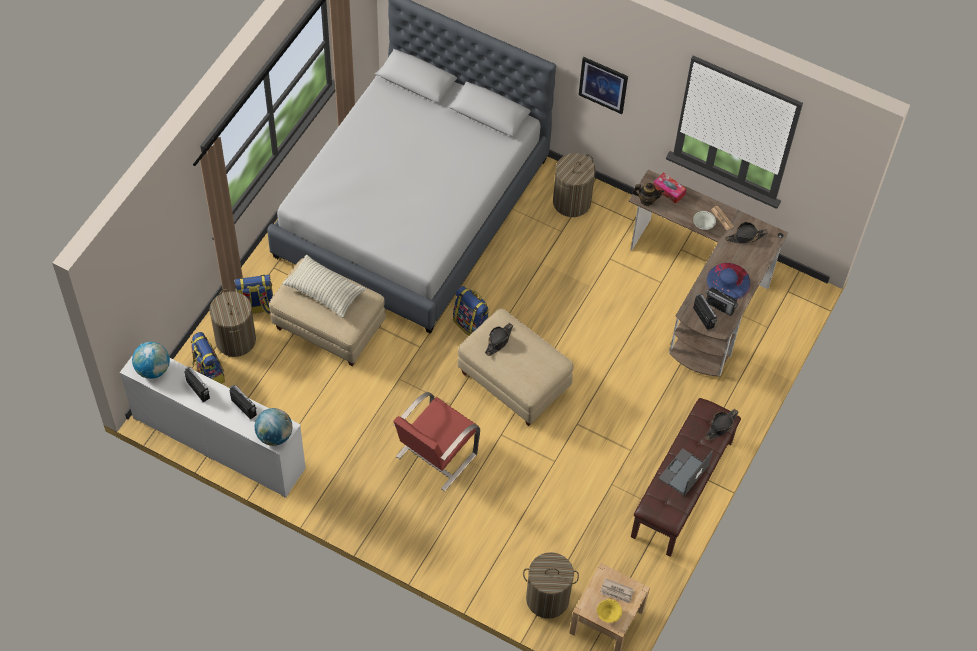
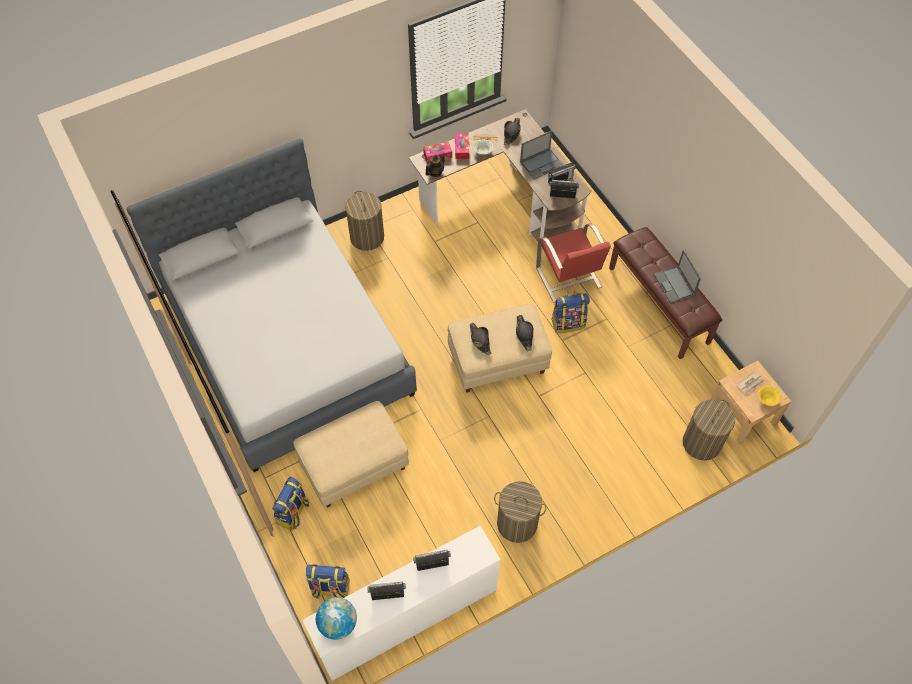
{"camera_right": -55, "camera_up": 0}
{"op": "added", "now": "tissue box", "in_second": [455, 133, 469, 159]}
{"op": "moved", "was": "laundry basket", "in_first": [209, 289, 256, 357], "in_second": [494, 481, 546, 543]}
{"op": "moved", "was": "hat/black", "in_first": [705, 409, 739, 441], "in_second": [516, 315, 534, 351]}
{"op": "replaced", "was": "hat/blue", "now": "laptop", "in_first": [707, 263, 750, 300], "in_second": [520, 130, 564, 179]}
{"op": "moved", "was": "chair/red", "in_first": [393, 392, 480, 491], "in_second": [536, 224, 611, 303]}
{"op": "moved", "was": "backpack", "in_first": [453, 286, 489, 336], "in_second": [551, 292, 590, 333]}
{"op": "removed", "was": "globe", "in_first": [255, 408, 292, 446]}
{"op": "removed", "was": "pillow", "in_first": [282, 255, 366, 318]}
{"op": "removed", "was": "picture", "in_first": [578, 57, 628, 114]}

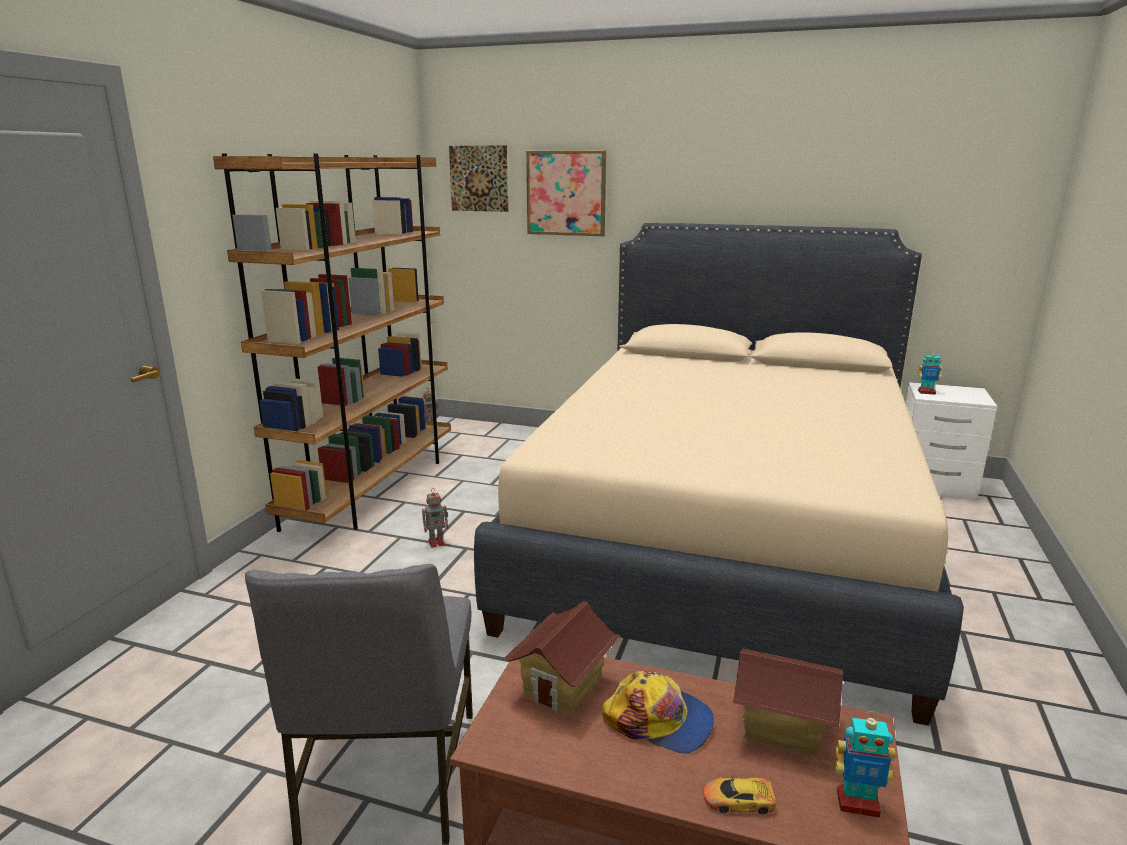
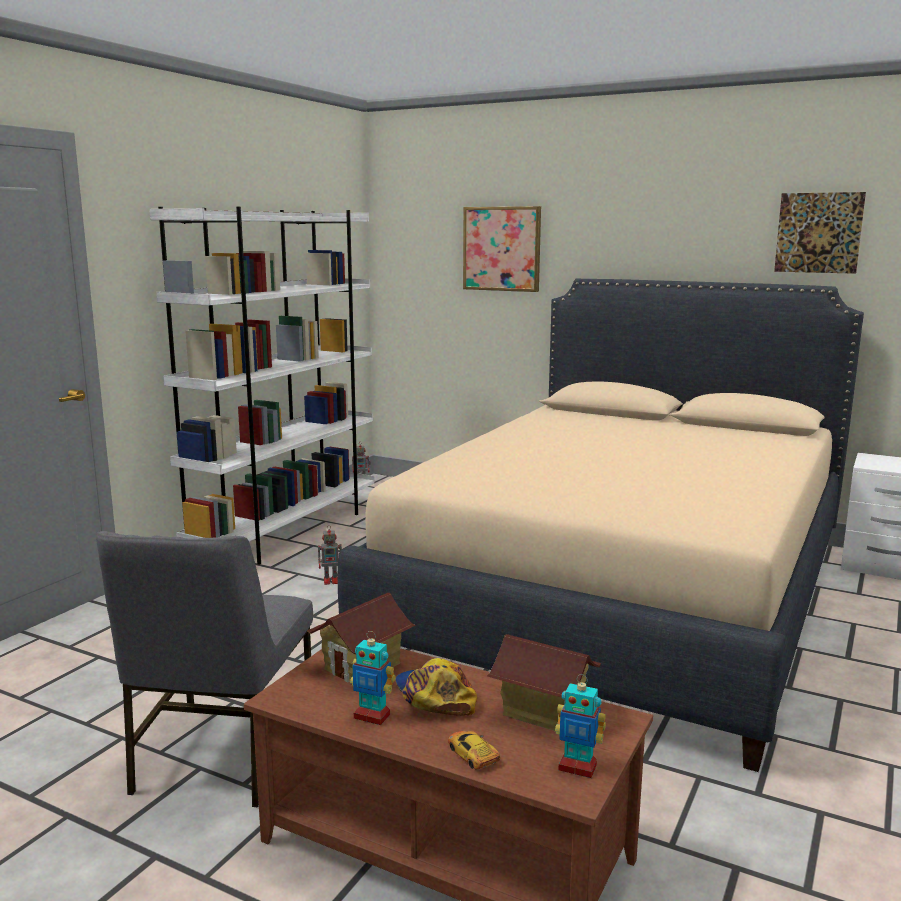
{"camera_right": 10, "camera_up": -5}
{"op": "recoloured", "was": "bookcase/brown", "now": "bookcase/white", "in_first": [213, 153, 451, 532], "in_second": [149, 207, 375, 565]}
{"op": "moved", "was": "toy robot", "in_first": [918, 349, 942, 395], "in_second": [350, 631, 396, 725]}
{"op": "turned", "was": "cap", "in_first": [602, 671, 714, 754], "in_second": [395, 658, 477, 716], "clockwise": -150}
{"op": "turned", "was": "toy car", "in_first": [703, 775, 783, 815], "in_second": [448, 731, 500, 770], "clockwise": 45}
{"op": "moved", "was": "picture", "in_first": [449, 145, 508, 212], "in_second": [774, 192, 866, 274]}

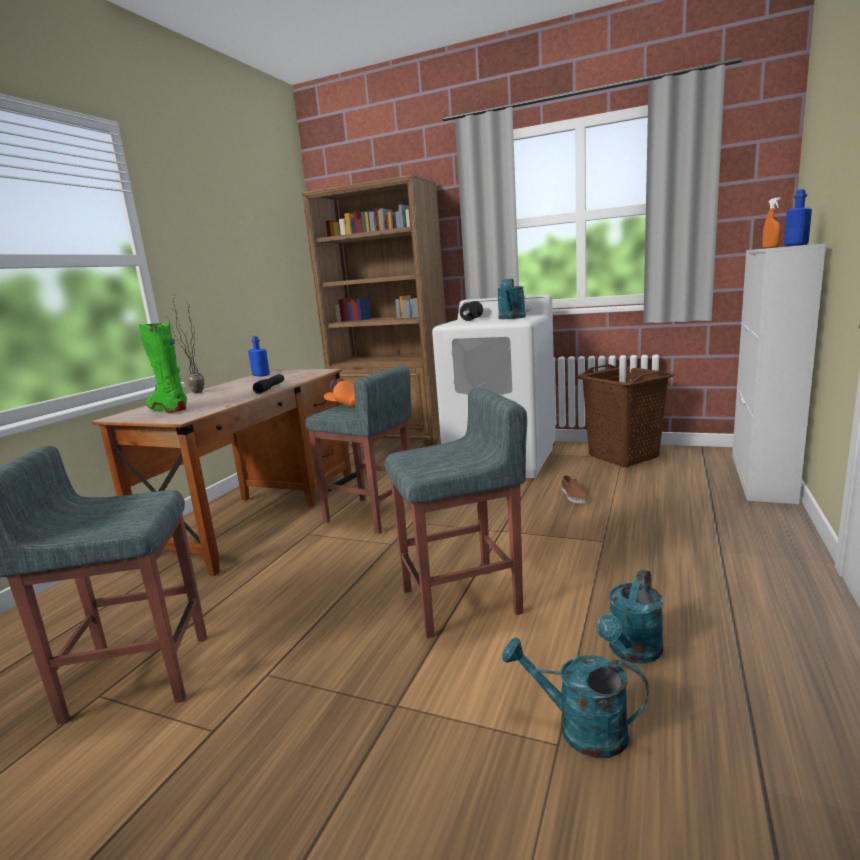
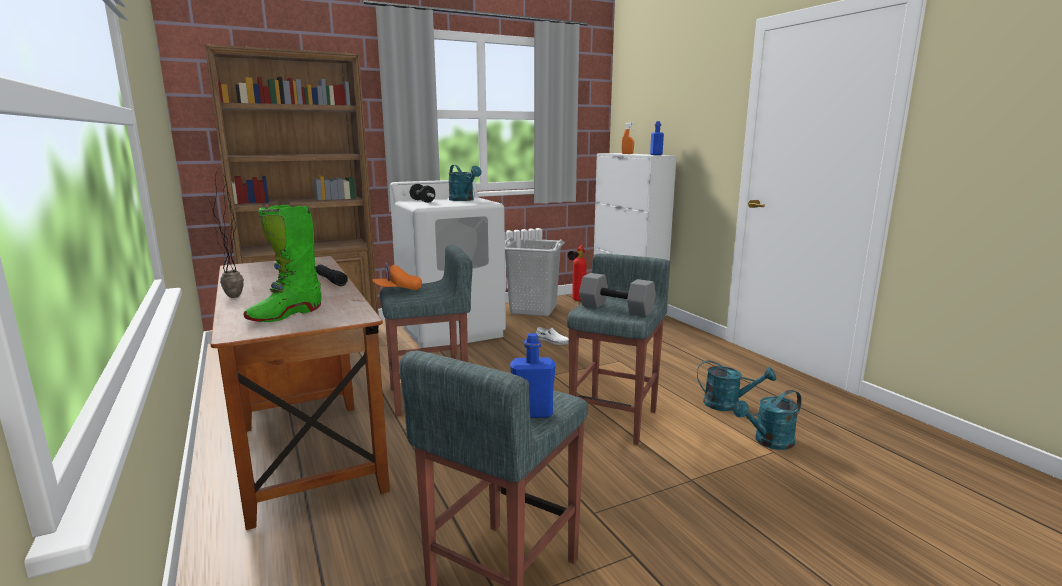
{"camera_right": -50, "camera_up": 0}
{"op": "turned", "was": "boot/green", "in_first": [139, 322, 187, 413], "in_second": [243, 205, 321, 322], "clockwise": -45}
{"op": "recoloured", "was": "laundry basket/brown", "now": "laundry basket/grey", "in_first": [577, 364, 675, 467], "in_second": [505, 237, 565, 316]}
{"op": "moved", "was": "bottle/blue", "in_first": [248, 336, 270, 377], "in_second": [510, 333, 556, 418]}
{"op": "recoloured", "was": "shoe/brown", "now": "shoe/white", "in_first": [562, 475, 588, 503], "in_second": [536, 327, 569, 345]}
{"op": "added", "now": "fire extinguisher", "in_second": [568, 245, 586, 301]}
{"op": "added", "now": "dumbbell/grey", "in_second": [579, 273, 656, 316]}
{"op": "turned", "was": "watering can/turquoise", "in_first": [597, 569, 663, 664], "in_second": [697, 360, 776, 411], "clockwise": -60}

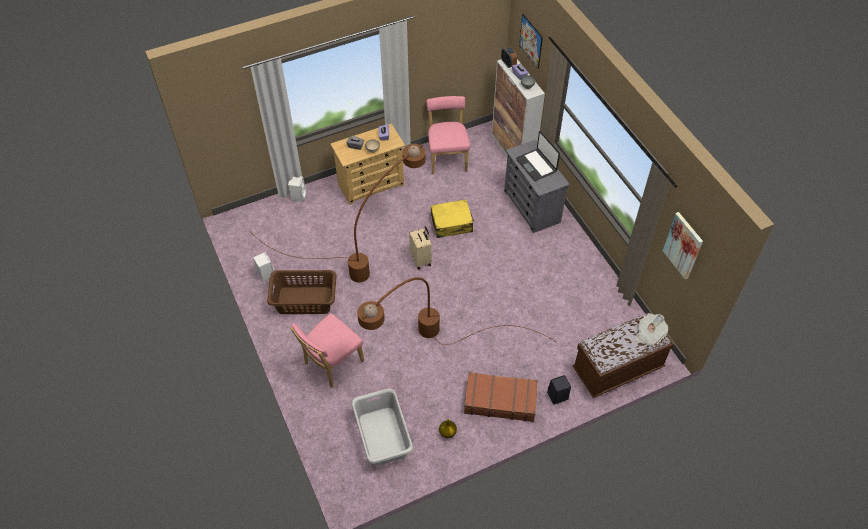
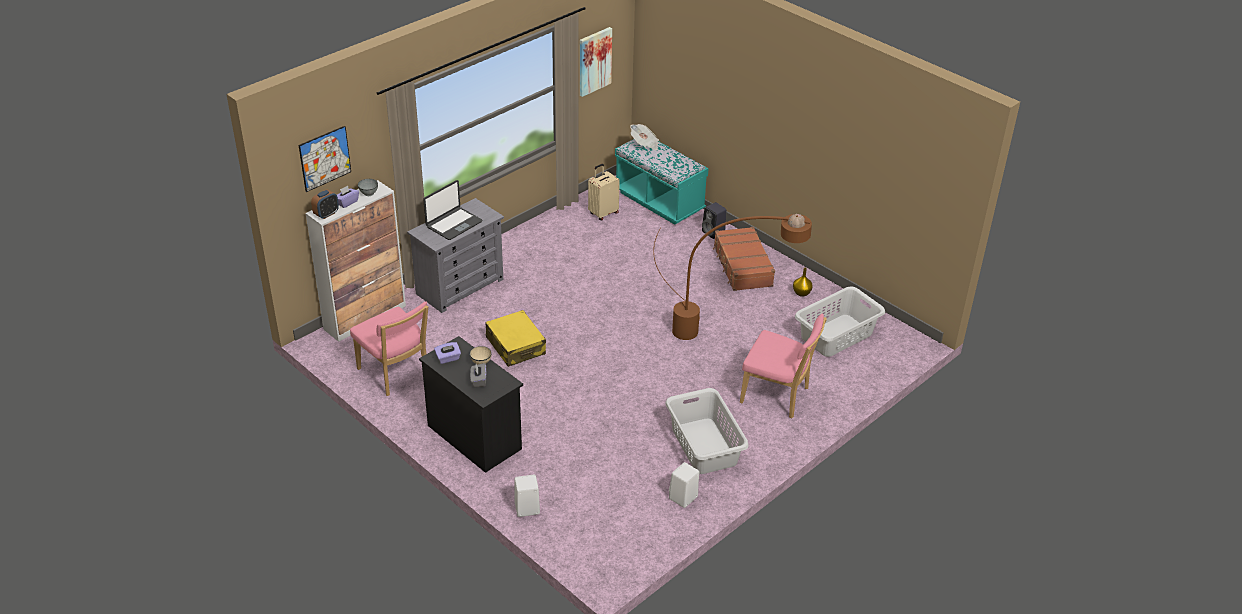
{"camera_right": -110, "camera_up": -15}
{"op": "turned", "was": "chair/pink", "in_first": [427, 96, 470, 174], "in_second": [350, 301, 428, 396], "clockwise": -105}
{"op": "recoloured", "was": "dresser/beige", "now": "dresser/black", "in_first": [330, 124, 405, 205], "in_second": [419, 336, 523, 473]}
{"op": "moved", "was": "suitcase/beige", "in_first": [409, 226, 432, 270], "in_second": [588, 164, 620, 220]}
{"op": "recoloured", "was": "bench/brown", "now": "bench/turquoise", "in_first": [573, 313, 674, 398], "in_second": [615, 139, 709, 225]}
{"op": "recoloured", "was": "laundry basket/brown", "now": "laundry basket/grey", "in_first": [267, 270, 336, 314], "in_second": [665, 388, 749, 474]}
{"op": "removed", "was": "floor lamp/brown", "in_first": [256, 144, 426, 282]}

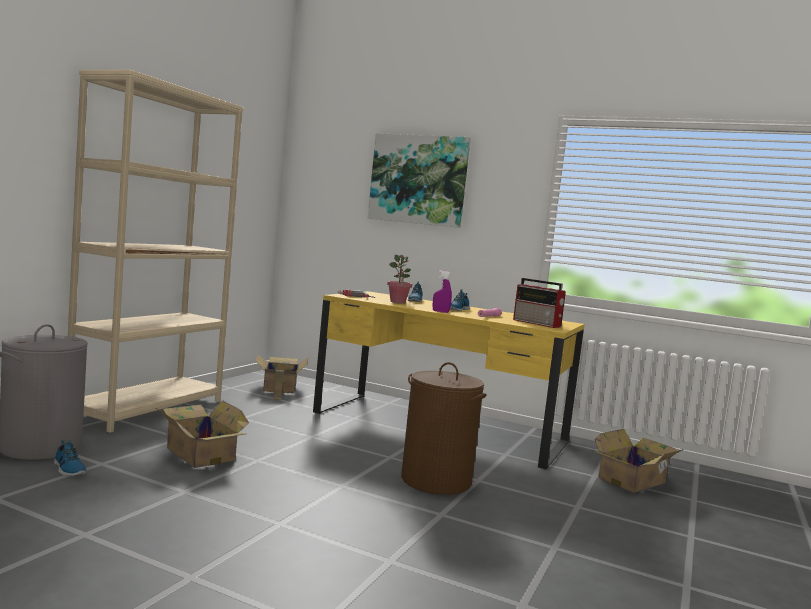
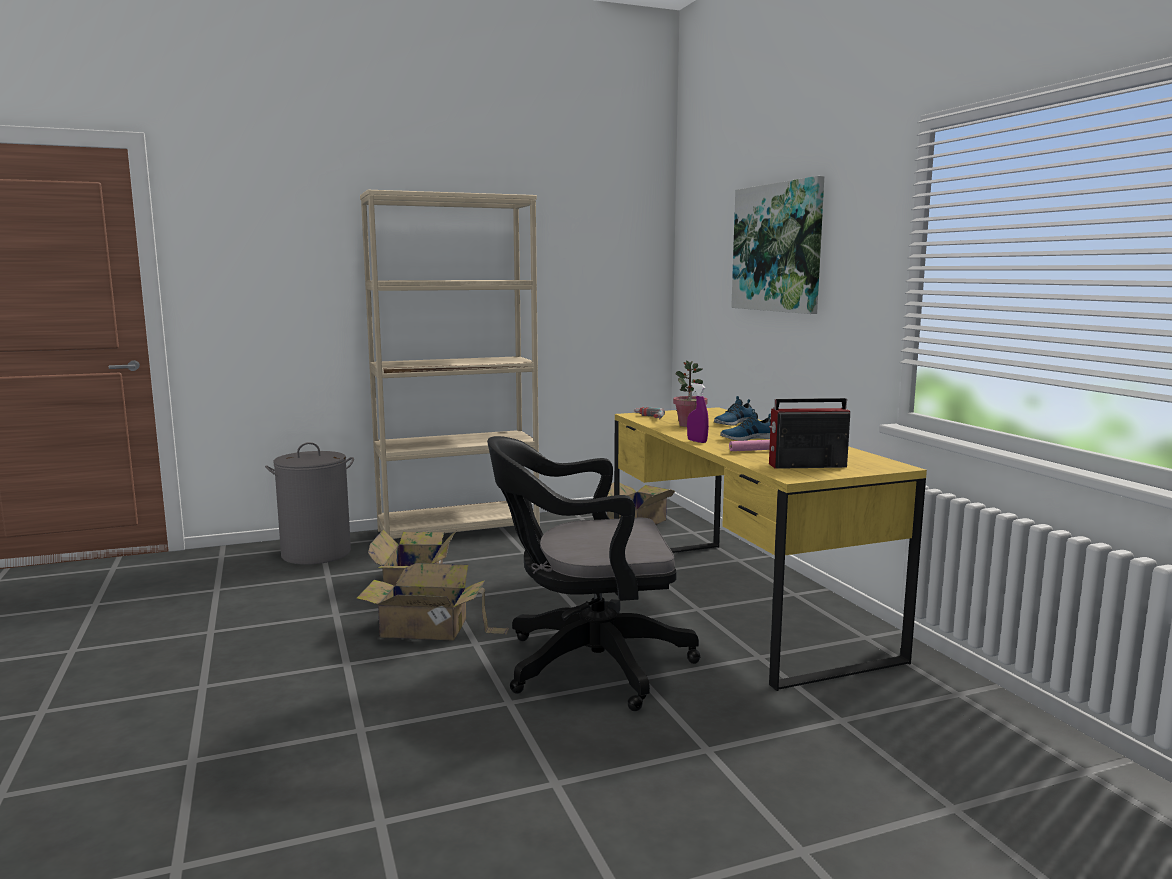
{"camera_right": 45, "camera_up": 5}
{"op": "moved", "was": "cardboard box", "in_first": [593, 429, 684, 493], "in_second": [356, 563, 509, 641]}
{"op": "replaced", "was": "laundry basket/brown", "now": "office chair/black", "in_first": [401, 362, 487, 495], "in_second": [487, 436, 701, 711]}
{"op": "turned", "was": "radio", "in_first": [513, 278, 566, 328], "in_second": [769, 398, 850, 469], "clockwise": 90}
{"op": "removed", "was": "shoe", "in_first": [54, 440, 87, 476]}

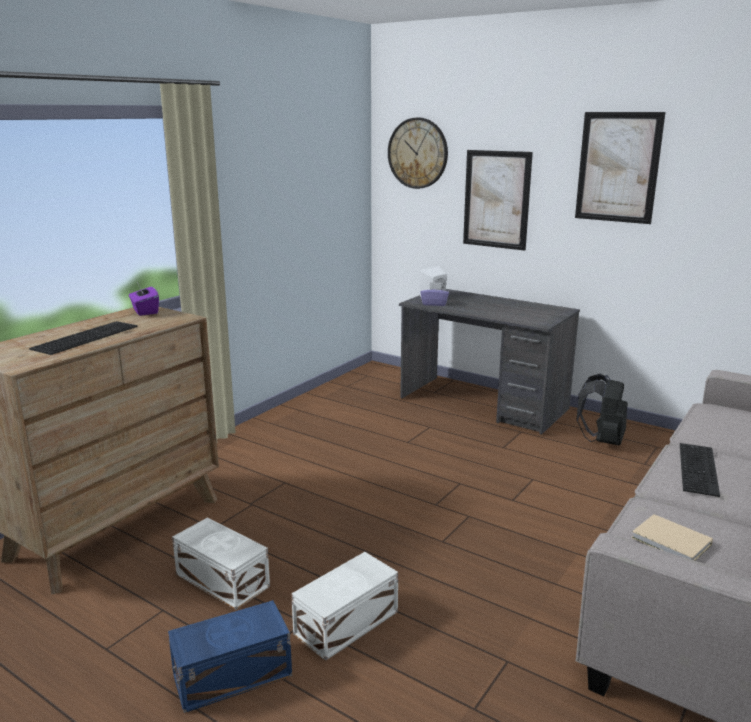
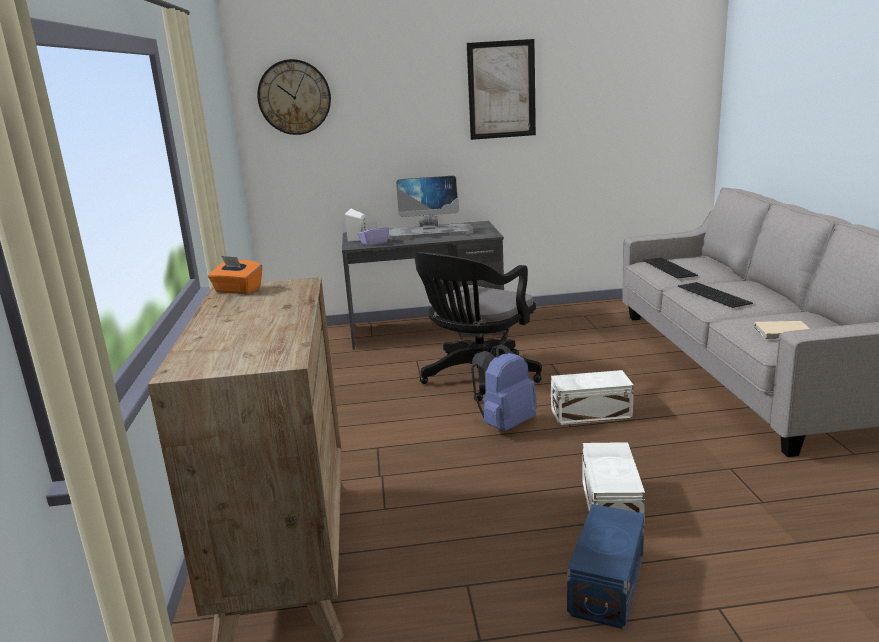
{"camera_right": -40, "camera_up": 0}
{"op": "recoloured", "was": "tissue box/purple", "now": "tissue box/orange", "in_first": [129, 282, 159, 316], "in_second": [208, 256, 262, 294]}
{"op": "added", "now": "monitor", "in_second": [388, 176, 473, 240]}
{"op": "added", "now": "office chair/black", "in_second": [414, 252, 542, 402]}
{"op": "added", "now": "backpack/blue", "in_second": [471, 344, 537, 432]}
{"op": "moved", "was": "storage box/white", "in_first": [172, 517, 270, 610], "in_second": [551, 370, 634, 425]}
{"op": "moved", "was": "keyboard", "in_first": [29, 321, 138, 355], "in_second": [643, 258, 698, 278]}
{"op": "removed", "was": "picture", "in_first": [463, 150, 533, 251]}
{"op": "removed", "was": "backpack/black", "in_first": [577, 374, 628, 445]}

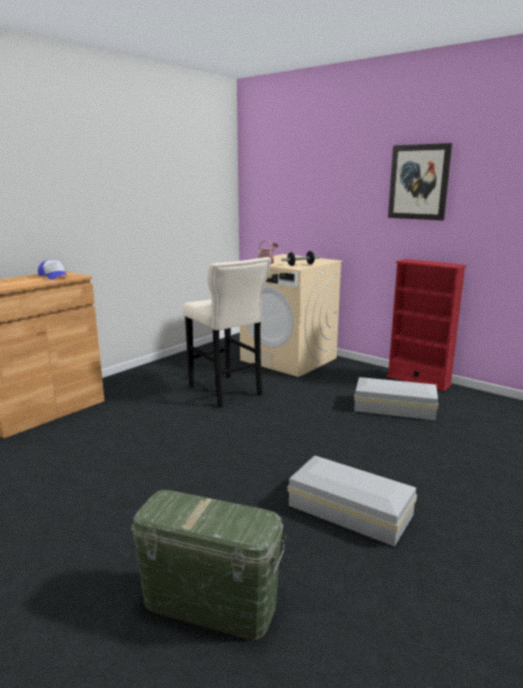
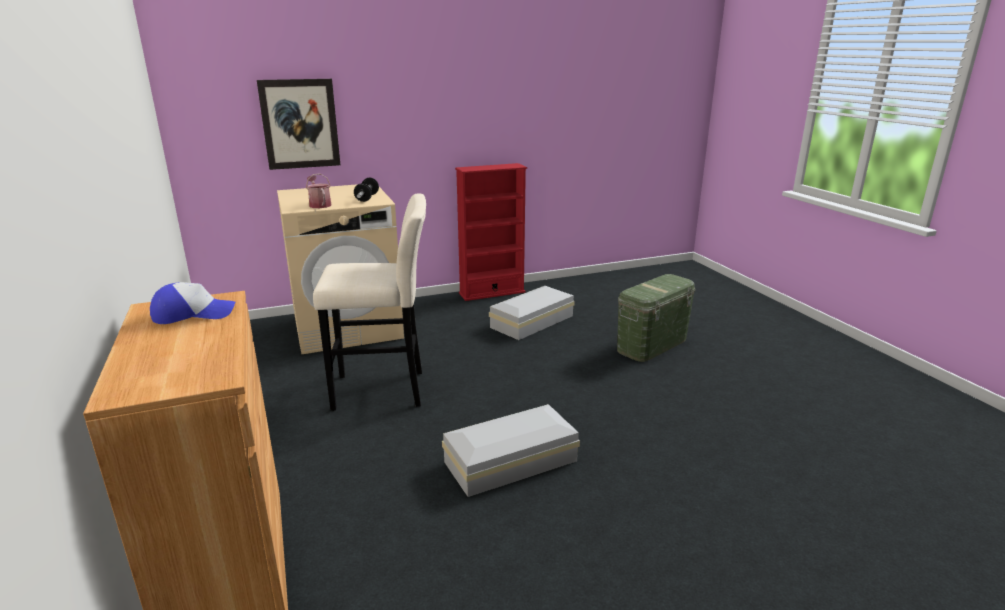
{"camera_right": -60, "camera_up": 5}
{"op": "moved", "was": "picture", "in_first": [388, 143, 452, 221], "in_second": [257, 79, 340, 170]}
{"op": "moved", "was": "storage box/white", "in_first": [287, 455, 417, 547], "in_second": [442, 404, 580, 497]}
{"op": "moved", "was": "storage box/green", "in_first": [131, 490, 286, 640], "in_second": [617, 274, 695, 362]}

